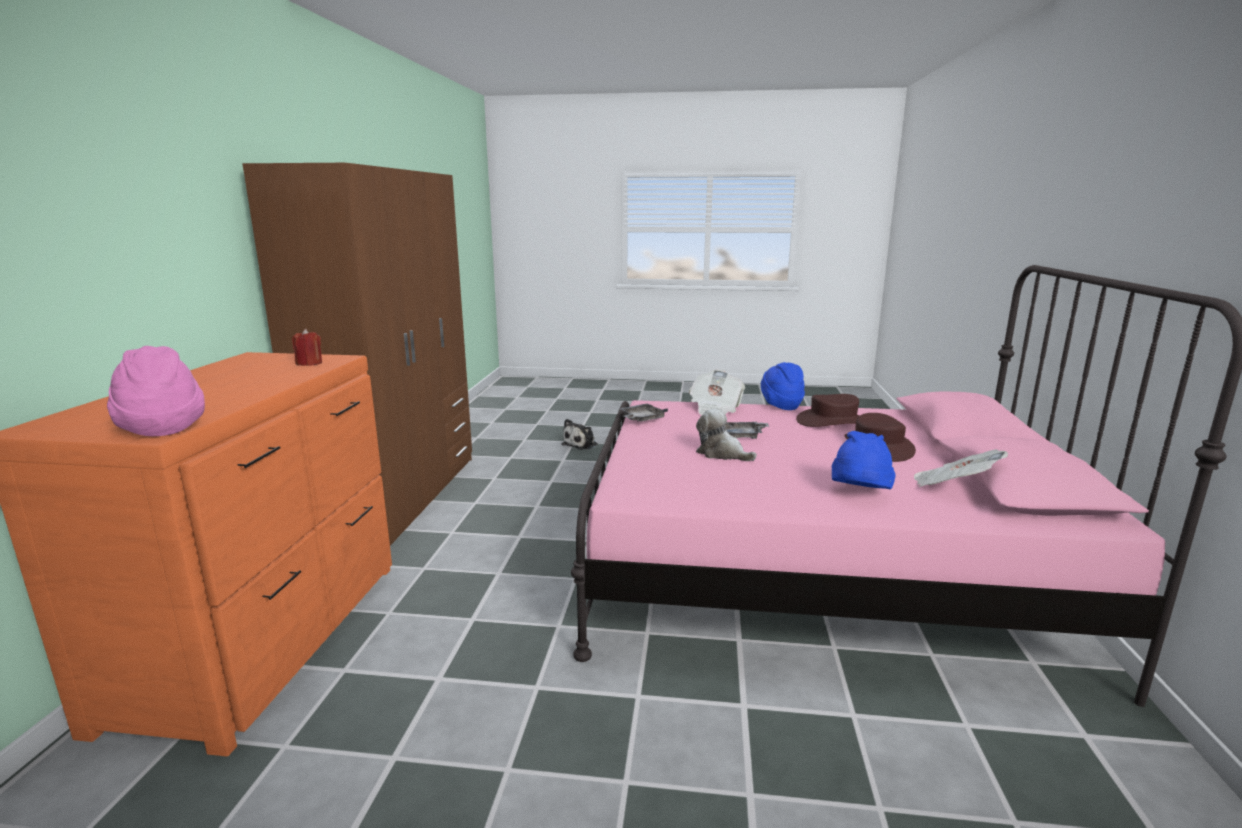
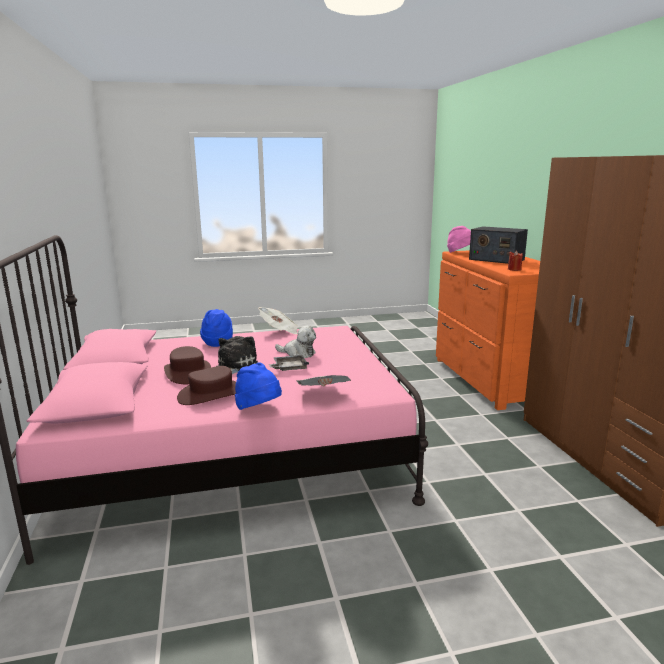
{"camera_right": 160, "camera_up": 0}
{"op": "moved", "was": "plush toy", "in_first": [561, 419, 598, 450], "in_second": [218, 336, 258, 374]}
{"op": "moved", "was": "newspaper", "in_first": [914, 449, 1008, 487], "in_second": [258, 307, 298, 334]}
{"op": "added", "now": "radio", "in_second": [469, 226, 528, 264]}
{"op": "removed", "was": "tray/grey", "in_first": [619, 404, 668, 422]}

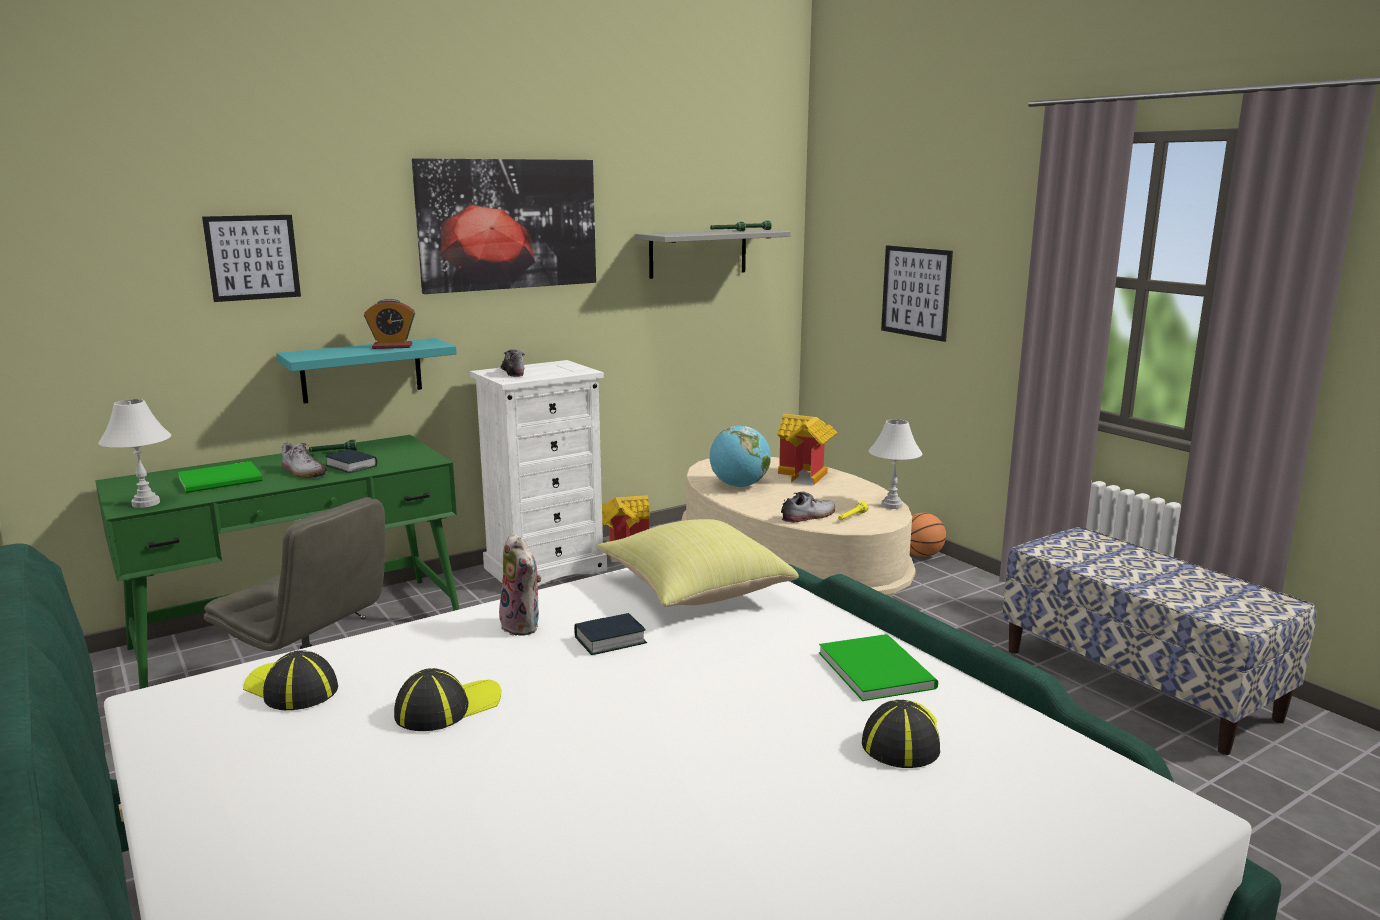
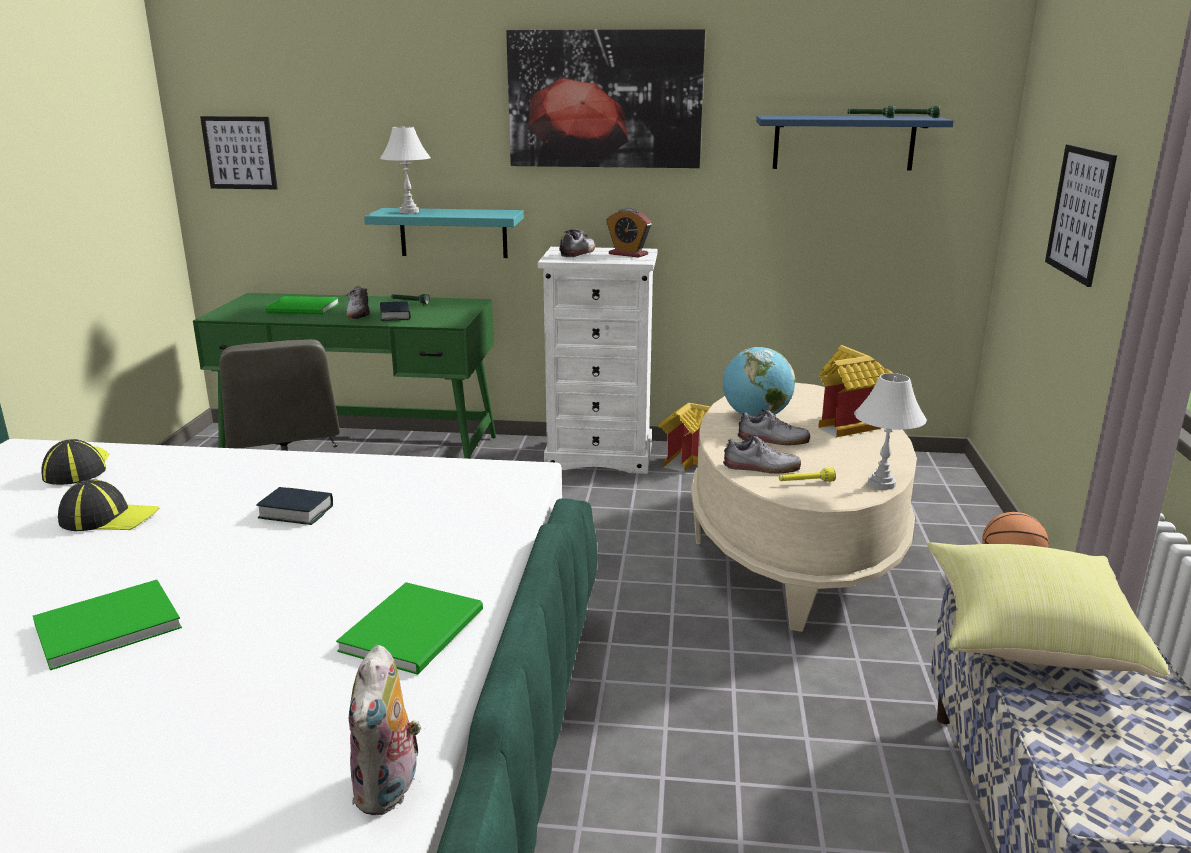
{"camera_right": 40, "camera_up": 5}
{"op": "added", "now": "book/green", "in_second": [33, 580, 182, 670]}
{"op": "moved", "was": "picture", "in_first": [202, 215, 301, 302], "in_second": [200, 116, 278, 189]}
{"op": "moved", "was": "plush toy", "in_first": [499, 532, 541, 636], "in_second": [349, 645, 421, 815]}
{"op": "moved", "was": "table lamp/white", "in_first": [98, 399, 171, 508], "in_second": [380, 126, 431, 213]}
{"op": "moved", "was": "alarm clock", "in_first": [364, 299, 415, 349], "in_second": [606, 208, 651, 258]}
{"op": "added", "now": "shoe", "in_second": [738, 410, 810, 445]}
{"op": "recoloured", "was": "shelf/grey", "now": "shelf/blue", "in_first": [635, 229, 791, 279], "in_second": [756, 116, 954, 170]}
{"op": "moved", "was": "pillow/yellow", "in_first": [597, 519, 799, 607], "in_second": [927, 542, 1168, 678]}
{"op": "removed", "was": "cap", "in_first": [862, 700, 940, 768]}

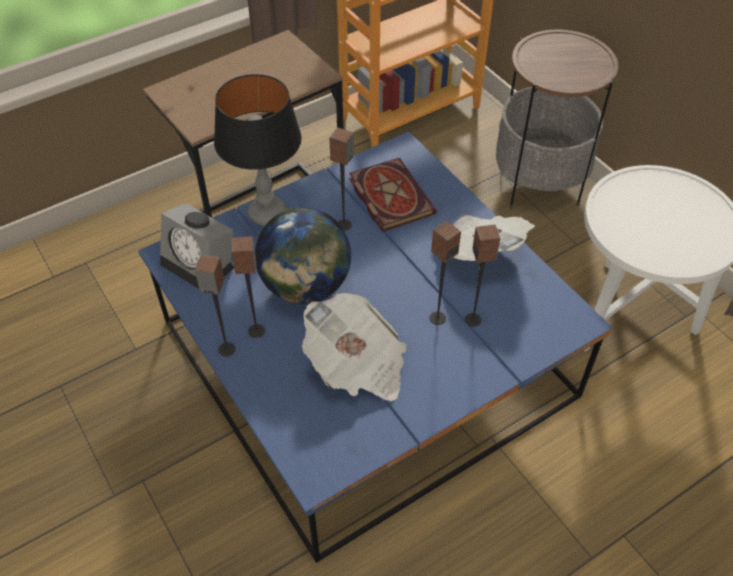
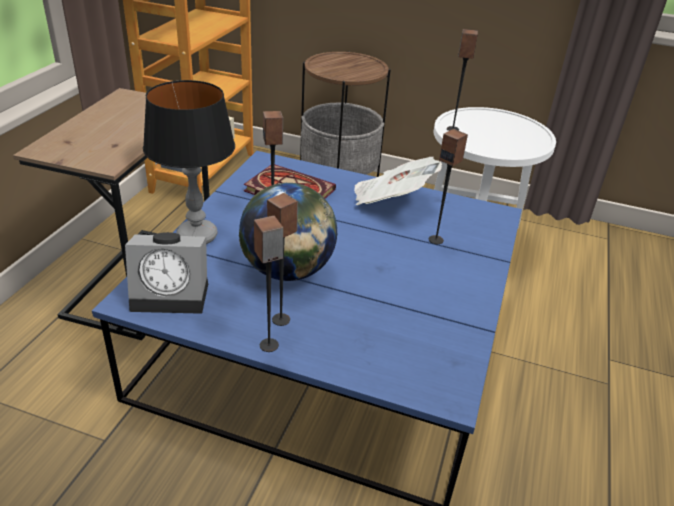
{"camera_right": -40, "camera_up": -15}
{"op": "moved", "was": "speaker", "in_first": [429, 221, 461, 325], "in_second": [447, 29, 478, 131]}
{"op": "removed", "was": "newspaper", "in_first": [302, 293, 407, 401]}

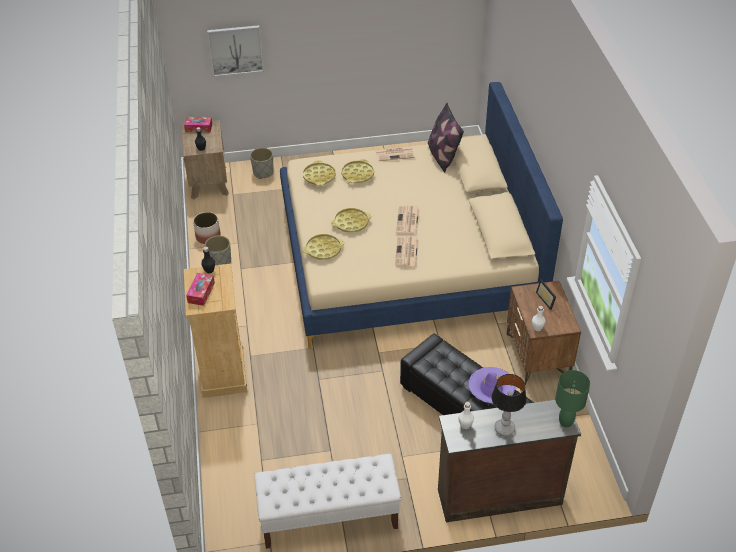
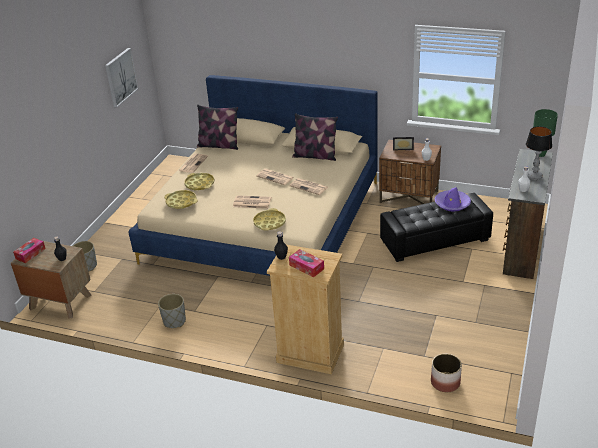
{"camera_right": -60, "camera_up": -10}
{"op": "moved", "was": "picture", "in_first": [207, 25, 264, 77], "in_second": [105, 48, 139, 108]}
{"op": "replaced", "was": "tray/yellow", "now": "newspaper", "in_first": [331, 208, 371, 233], "in_second": [233, 195, 271, 209]}
{"op": "added", "now": "pillow", "in_second": [292, 113, 338, 161]}
{"op": "moved", "was": "planter", "in_first": [193, 212, 221, 244], "in_second": [431, 354, 462, 392]}
{"op": "removed", "was": "bench/white", "in_first": [254, 454, 401, 549]}

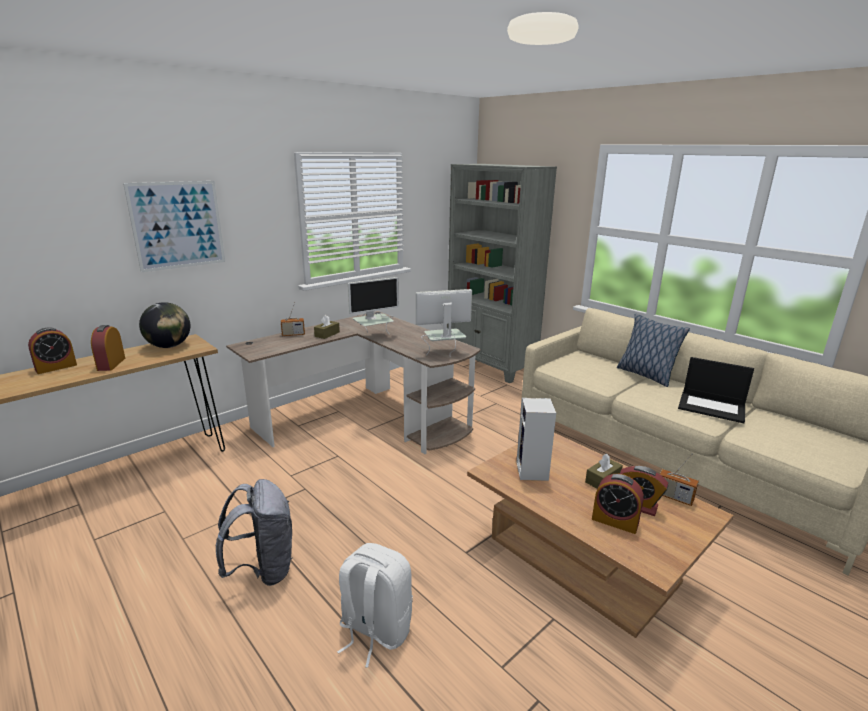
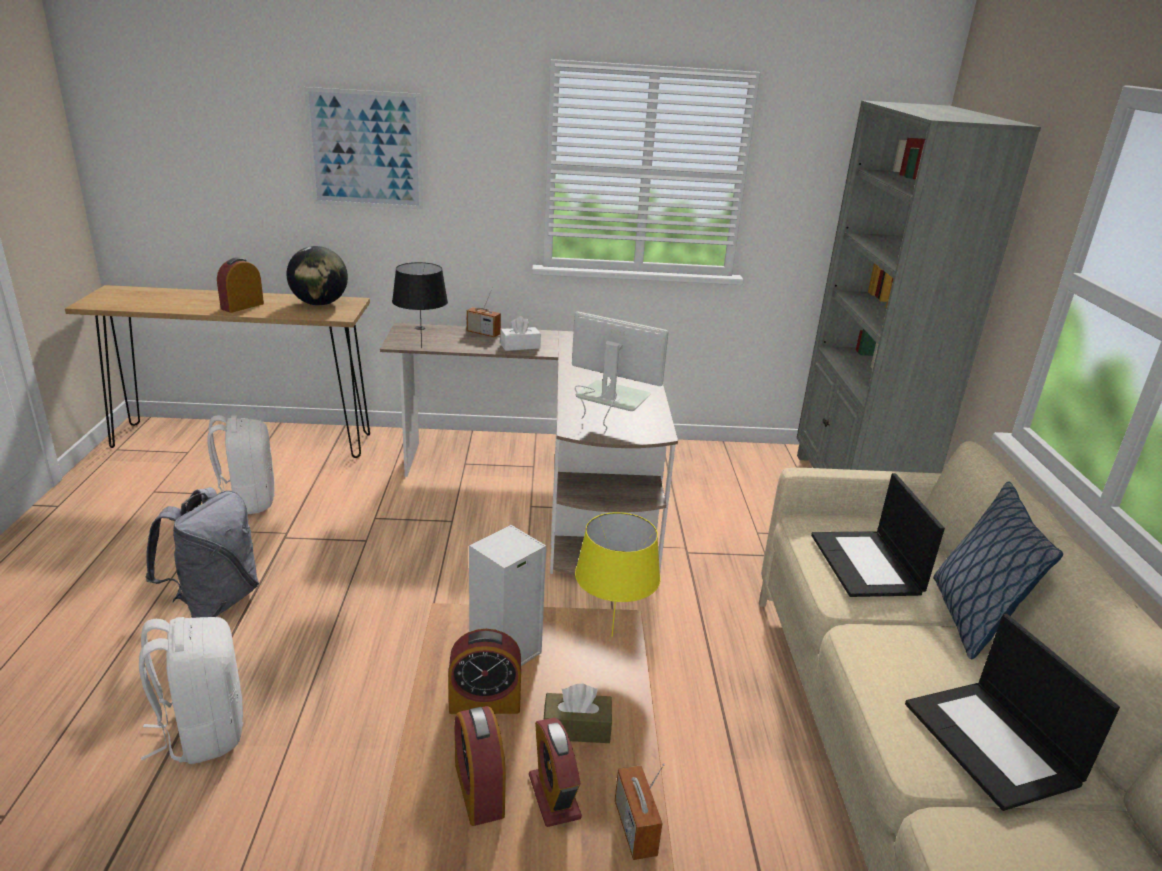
{"camera_right": 40, "camera_up": 5}
{"op": "added", "now": "backpack/white", "in_second": [207, 415, 275, 514]}
{"op": "added", "now": "table lamp/black", "in_second": [392, 262, 448, 348]}
{"op": "moved", "was": "alarm clock", "in_first": [28, 328, 77, 374], "in_second": [448, 629, 521, 714]}
{"op": "recoloured", "was": "tissue box/brown", "now": "tissue box/white", "in_first": [314, 315, 340, 339], "in_second": [501, 316, 541, 351]}
{"op": "added", "now": "table lamp/yellow", "in_second": [575, 512, 660, 637]}
{"op": "added", "now": "laptop", "in_second": [811, 473, 945, 597]}
{"op": "removed", "was": "monitor", "in_first": [348, 277, 399, 334]}

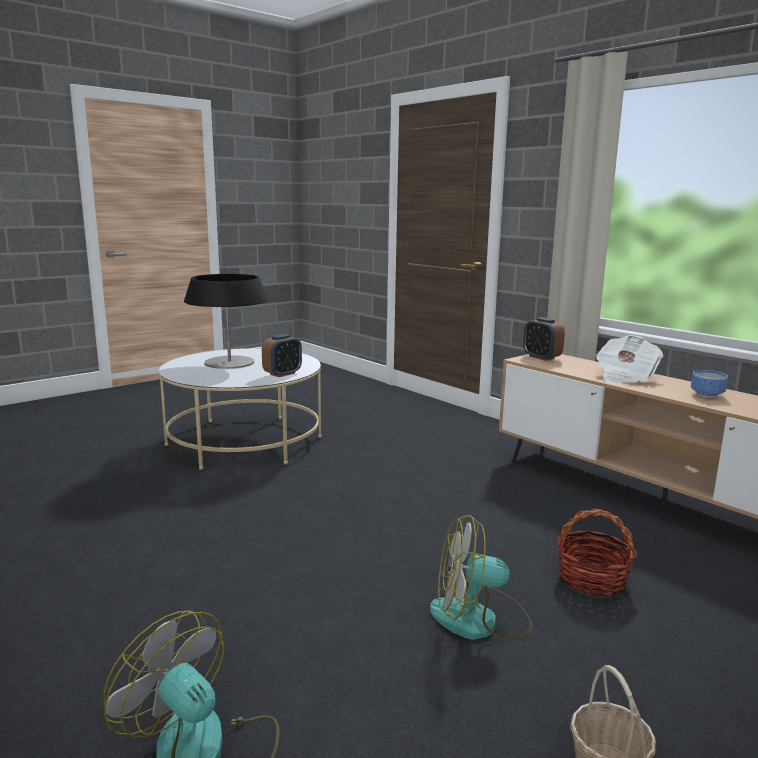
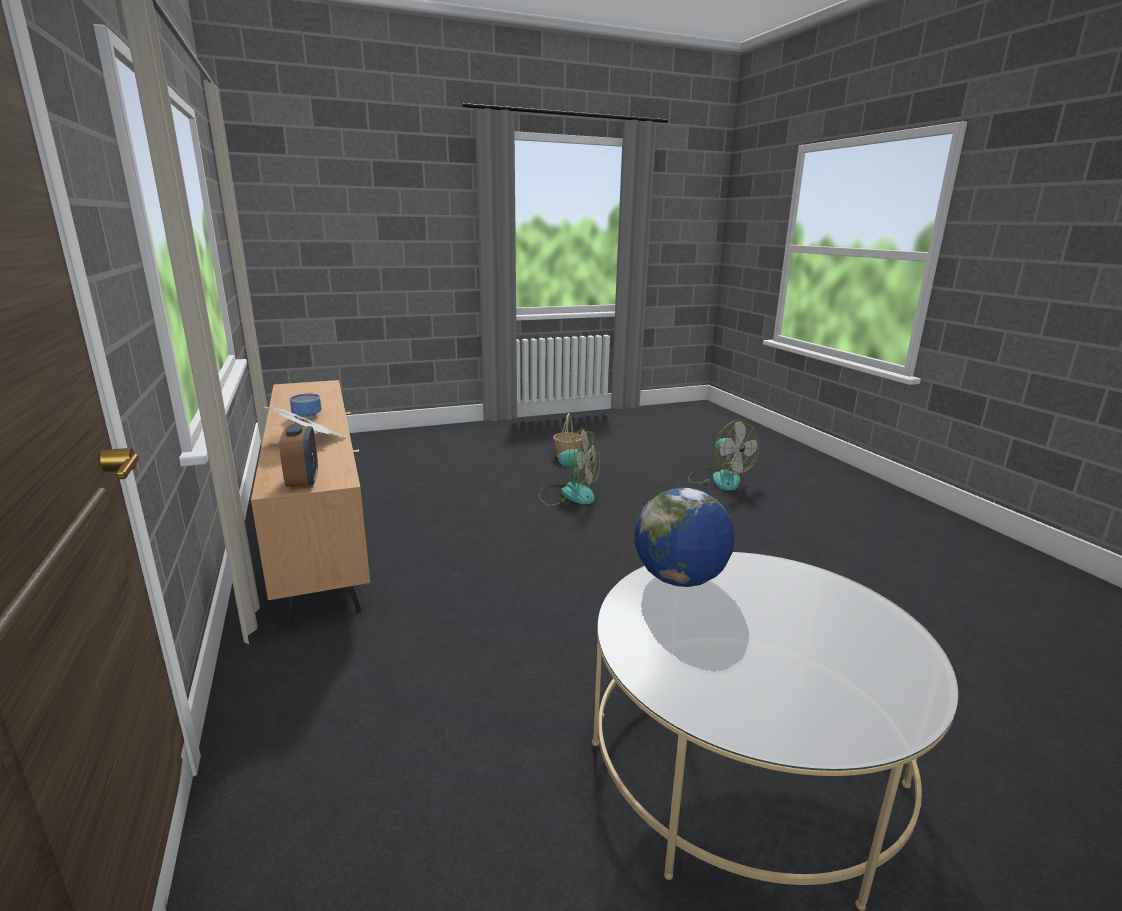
{"camera_right": -160, "camera_up": 5}
{"op": "replaced", "was": "alarm clock", "now": "globe", "in_first": [262, 334, 302, 377], "in_second": [634, 488, 735, 587]}
{"op": "removed", "was": "table lamp", "in_first": [184, 274, 268, 369]}
{"op": "removed", "was": "basket", "in_first": [557, 509, 638, 596]}

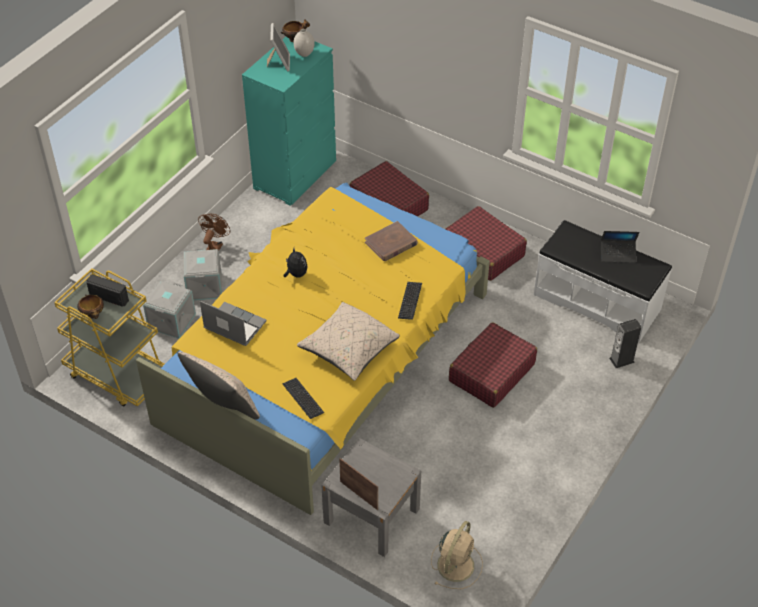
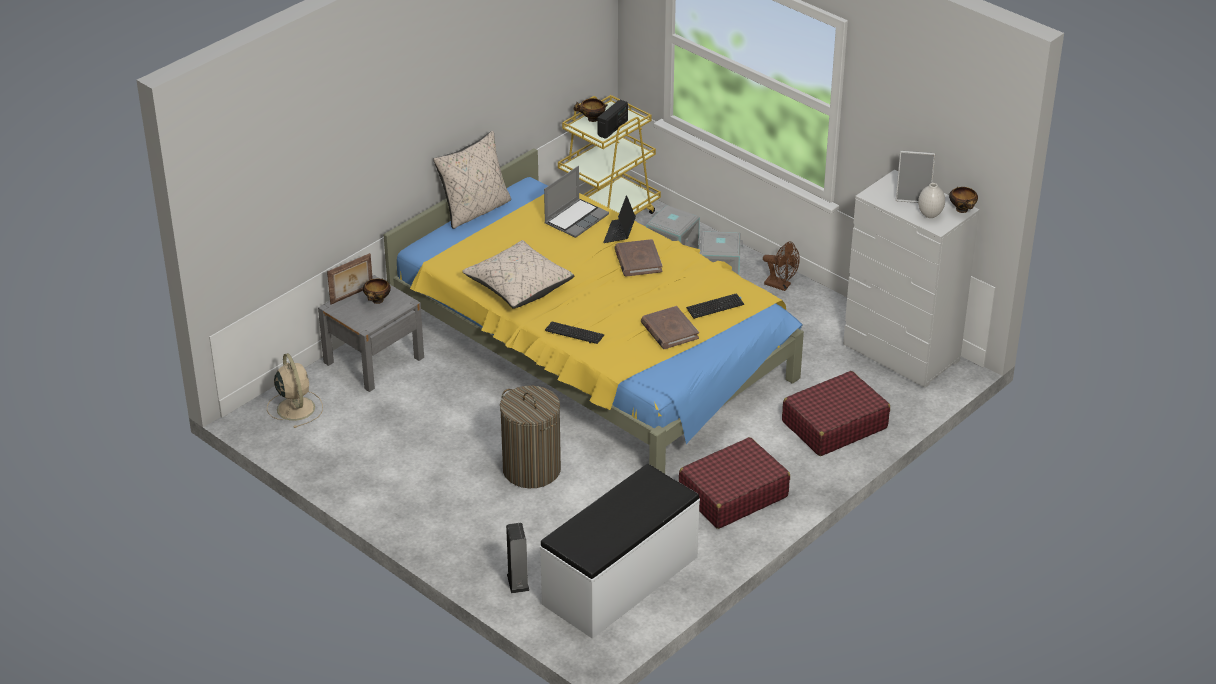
{"camera_right": 100, "camera_up": -10}
{"op": "turned", "was": "fan/beige", "in_first": [431, 521, 483, 589], "in_second": [267, 353, 323, 428], "clockwise": -150}
{"op": "added", "now": "bowl", "in_second": [363, 278, 391, 304]}
{"op": "replaced", "was": "suitcase/red", "now": "laundry basket", "in_first": [449, 322, 537, 408], "in_second": [500, 386, 561, 488]}
{"op": "moved", "was": "laptop", "in_first": [601, 231, 639, 263], "in_second": [603, 195, 636, 243]}
{"op": "replaced", "was": "plush toy", "now": "book/brown", "in_first": [284, 248, 308, 278], "in_second": [615, 239, 663, 277]}
{"op": "moved", "was": "keyboard", "in_first": [282, 378, 324, 419], "in_second": [686, 293, 744, 319]}
{"op": "recoloured", "was": "dresser/turquoise", "now": "dresser/white", "in_first": [242, 37, 336, 206], "in_second": [843, 170, 980, 388]}

